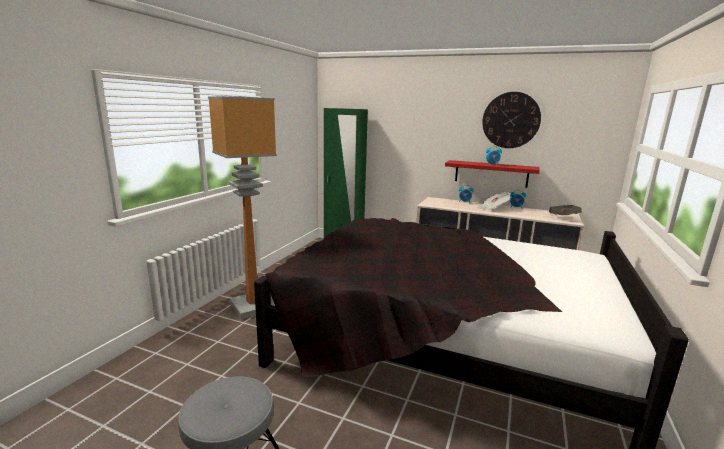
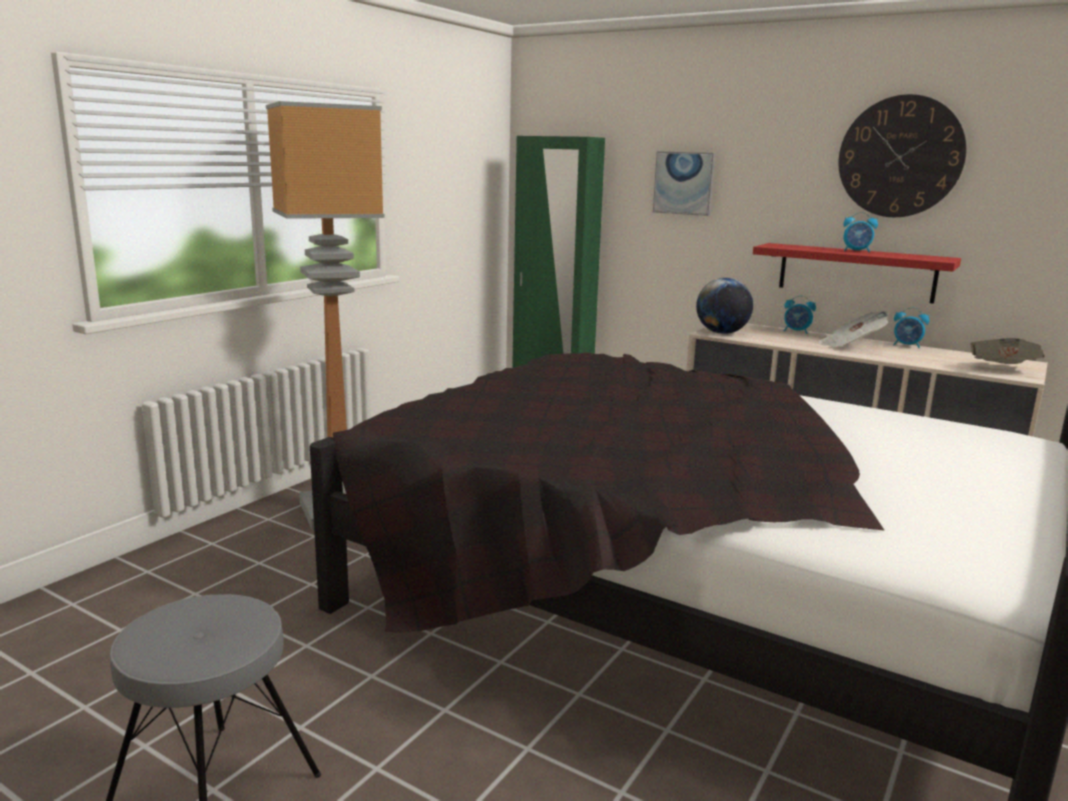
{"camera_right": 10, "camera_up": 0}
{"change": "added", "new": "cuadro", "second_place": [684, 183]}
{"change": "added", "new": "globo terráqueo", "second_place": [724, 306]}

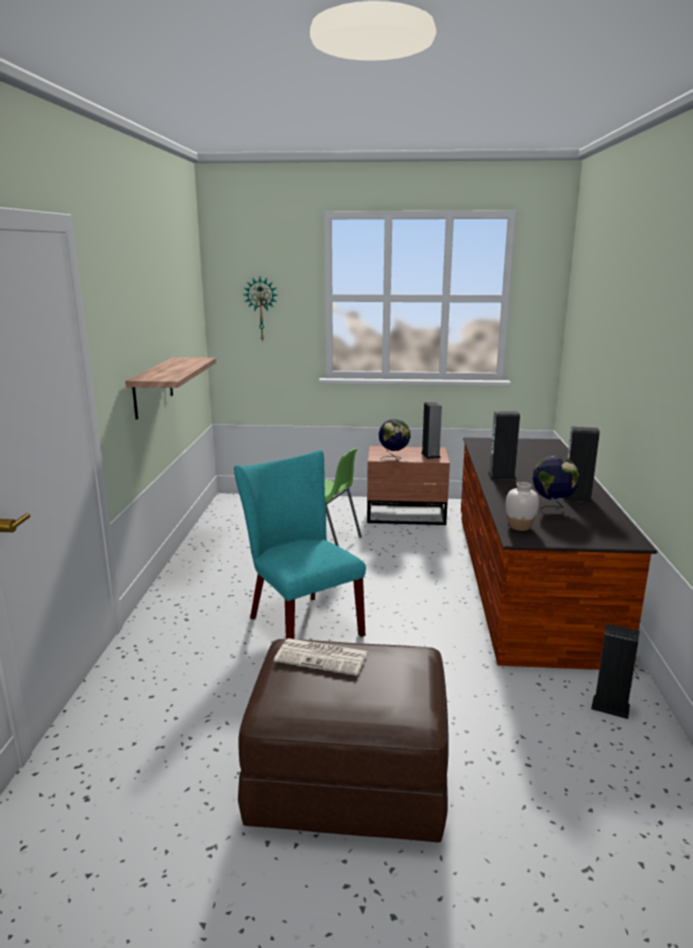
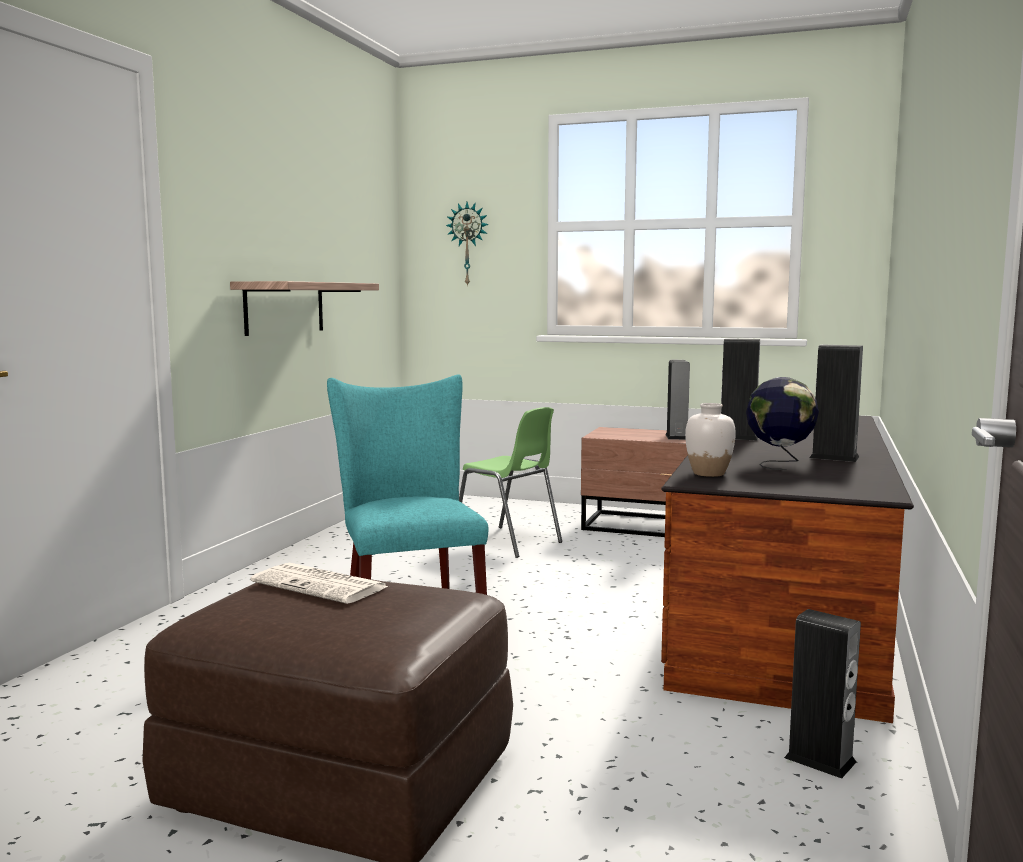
{"camera_right": 15, "camera_up": -10}
{"change": "removed", "old": "globo terráqueo", "first_place": [395, 440]}

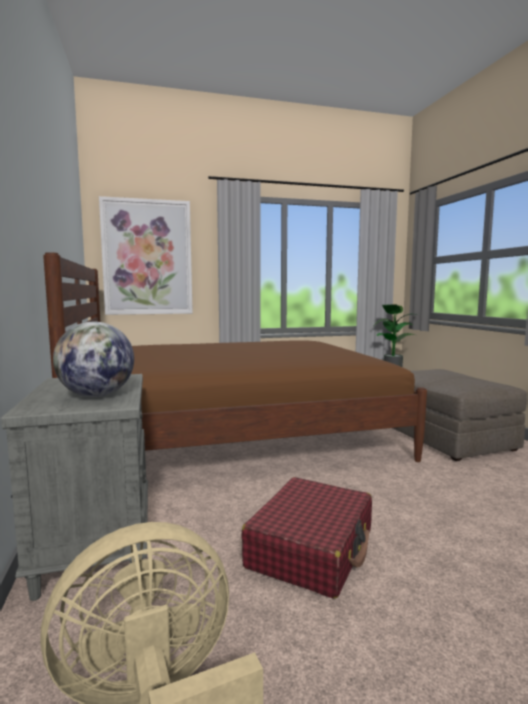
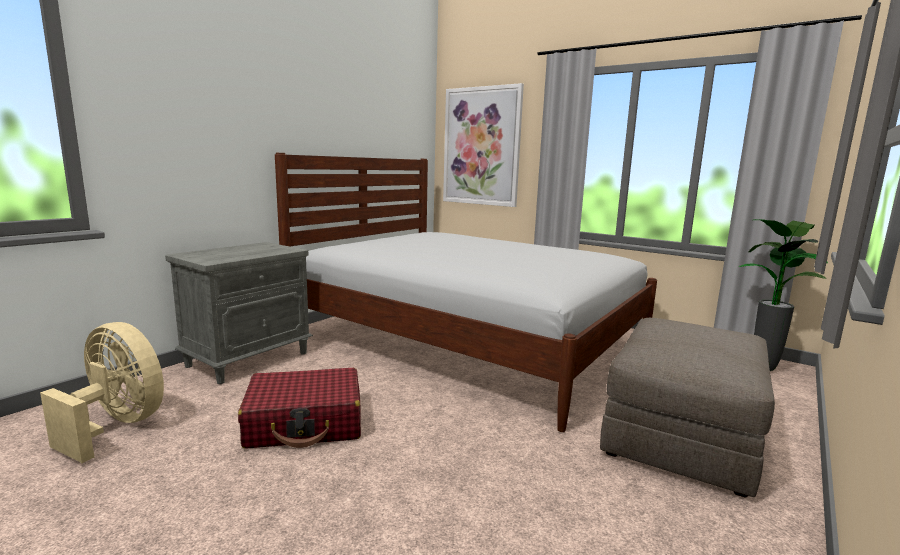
{"camera_right": 50, "camera_up": 5}
{"change": "recoloured", "old": "cama [marrón]", "new": "cama [blanco]", "first_place": [235, 357], "second_place": [466, 292]}
{"change": "removed", "old": "globo terráqueo", "first_place": [93, 359]}

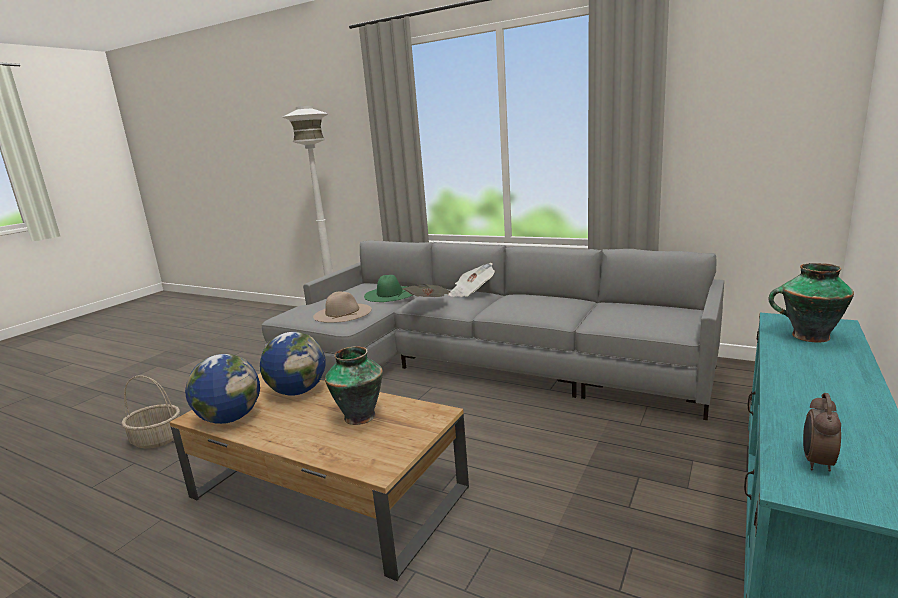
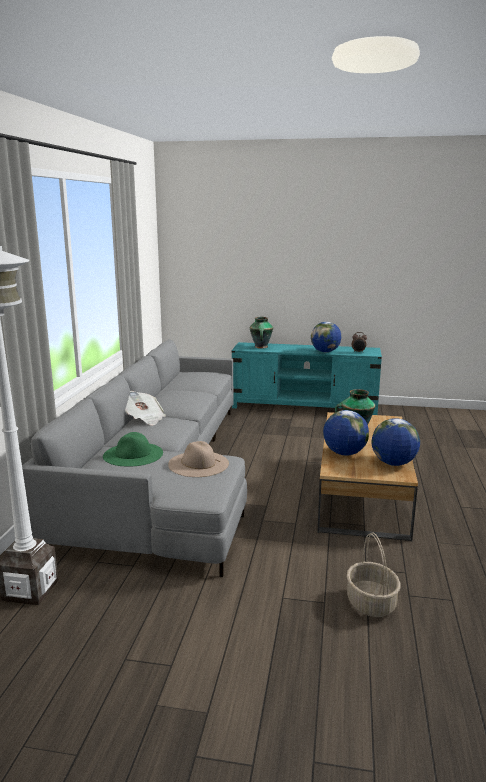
{"camera_right": -110, "camera_up": 0}
{"change": "removed", "old": "periódico", "first_place": [426, 290]}
{"change": "added", "new": "globo terráqueo", "second_place": [326, 337]}

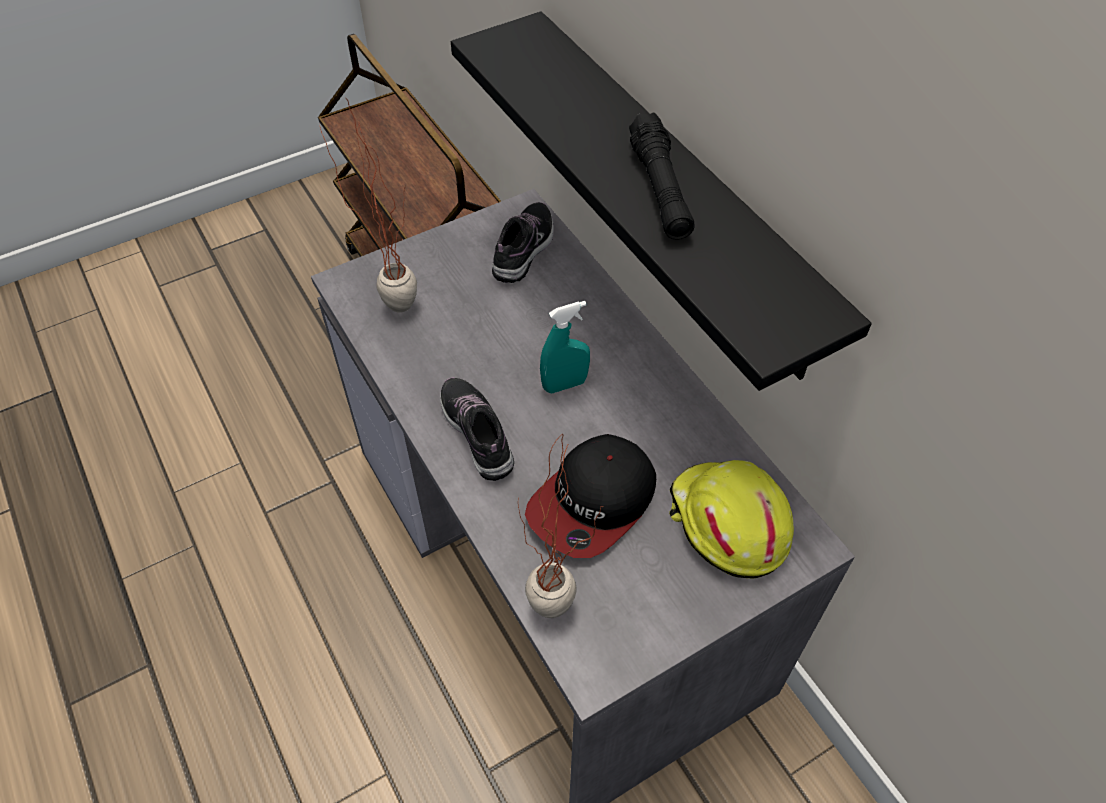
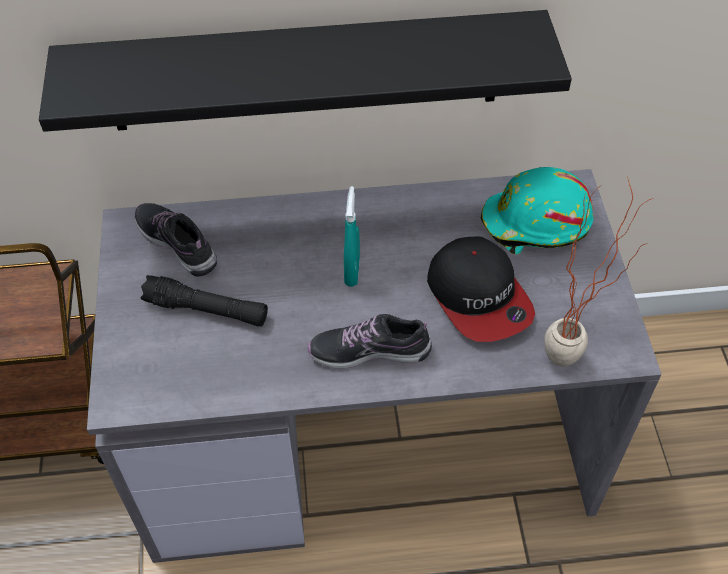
{"camera_right": -65, "camera_up": 0}
{"change": "removed", "old": "planta en maceta", "first_place": [368, 205]}
{"change": "moved", "old": "linterna [negro]", "first_place": [662, 176], "second_place": [204, 300]}
{"change": "recoloured", "old": "casco [amarillo]", "new": "casco [turquesa]", "first_place": [731, 519], "second_place": [536, 210]}

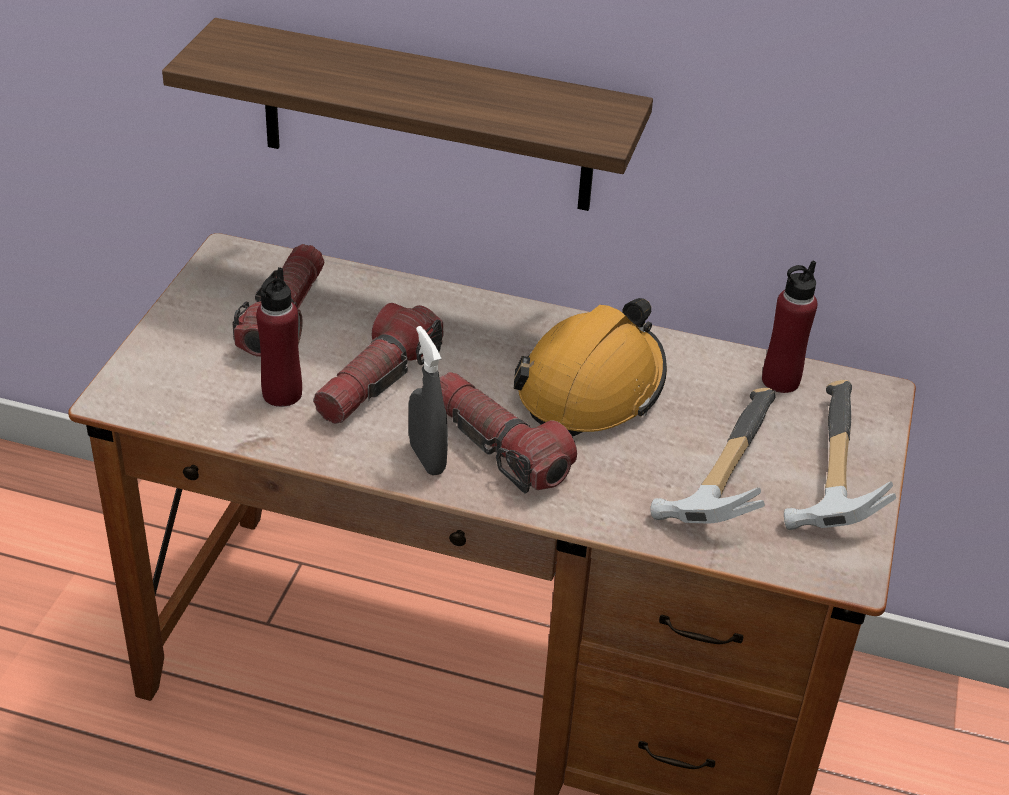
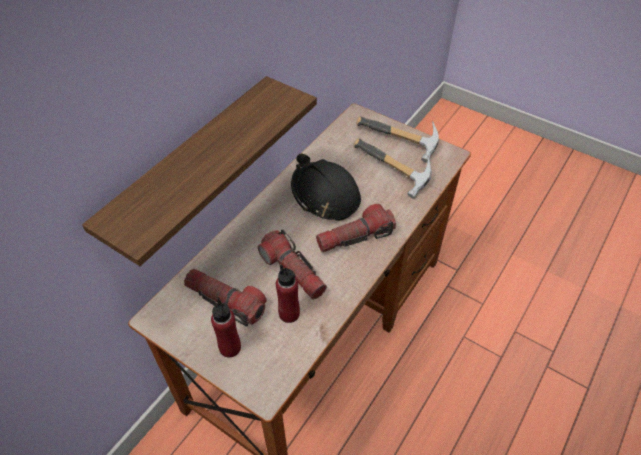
{"camera_right": -70, "camera_up": 10}
{"change": "moved", "old": "botella [rojo]", "first_place": [790, 327], "second_place": [226, 327]}
{"change": "recoloured", "old": "casco [naranja]", "new": "casco [negro]", "first_place": [590, 367], "second_place": [326, 187]}
{"change": "removed", "old": "pulverizador [gris]", "first_place": [428, 401]}

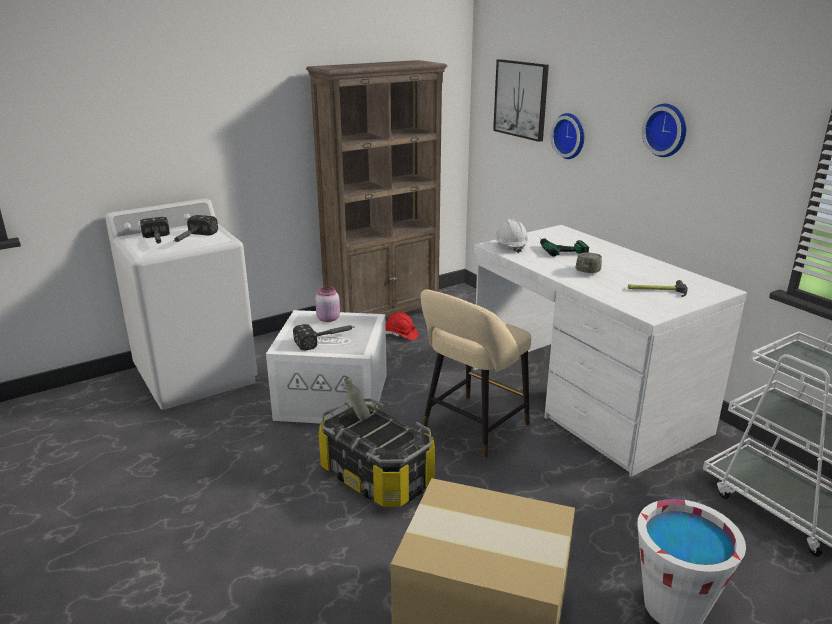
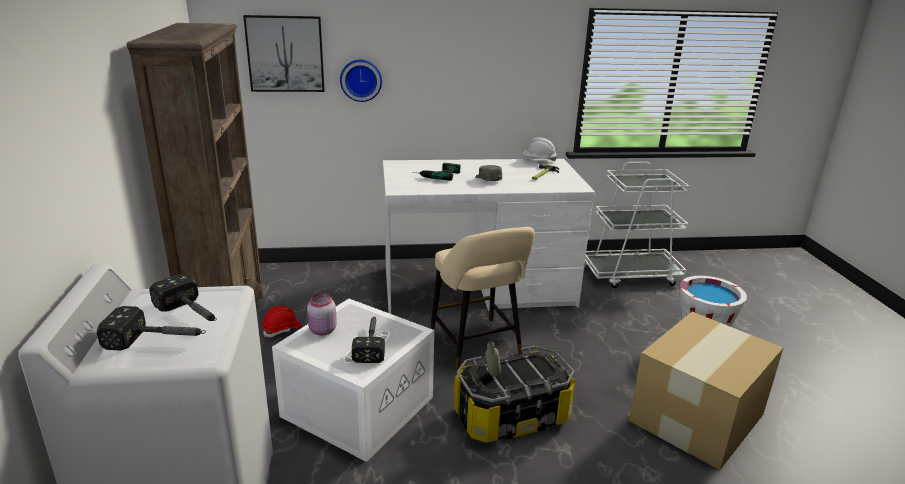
{"camera_right": -65, "camera_up": 0}
{"change": "removed", "old": "reloj de pared", "first_place": [664, 130]}
{"change": "moved", "old": "casco [blanco]", "first_place": [511, 236], "second_place": [540, 149]}

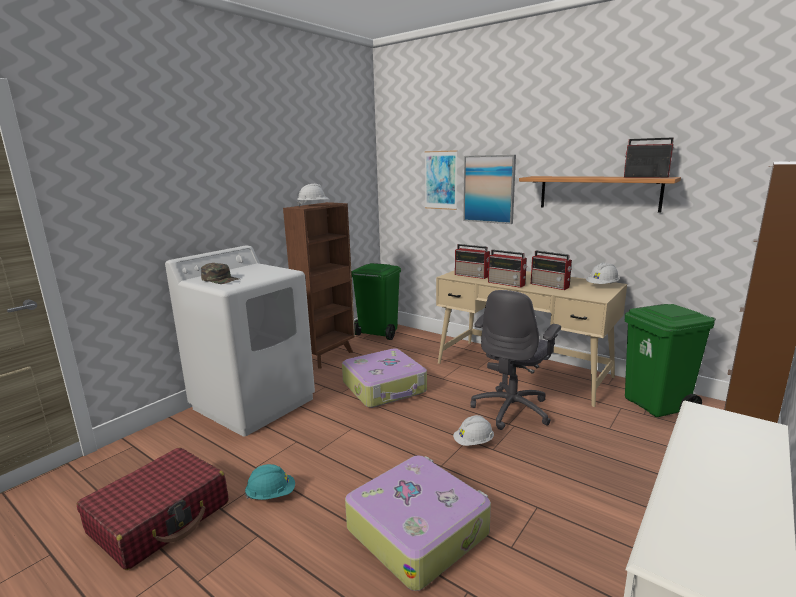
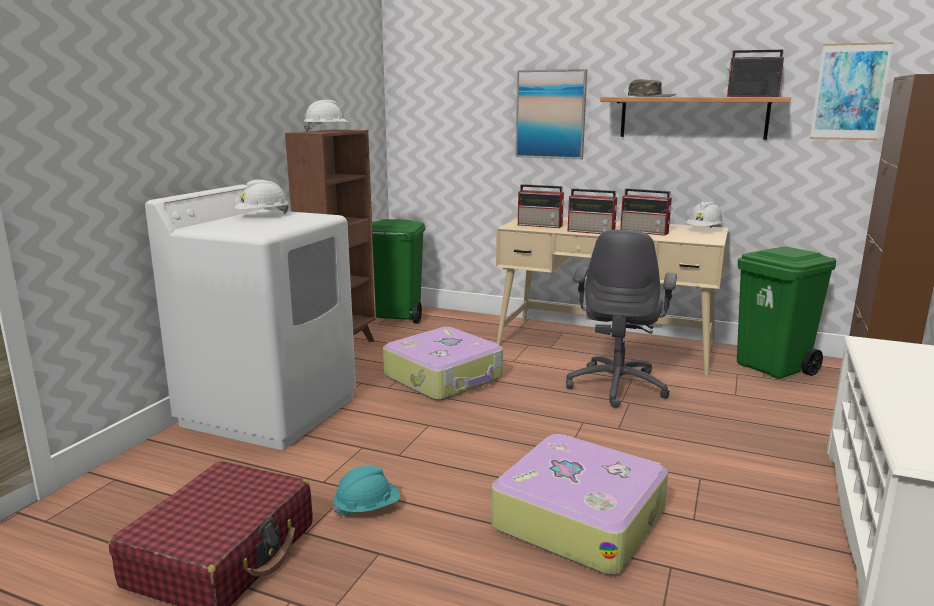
{"camera_right": -15, "camera_up": 0}
{"change": "moved", "old": "cuadro", "first_place": [441, 180], "second_place": [852, 91]}
{"change": "moved", "old": "gorra [verde]", "first_place": [220, 273], "second_place": [652, 88]}
{"change": "moved", "old": "casco [blanco]", "first_place": [473, 430], "second_place": [261, 196]}

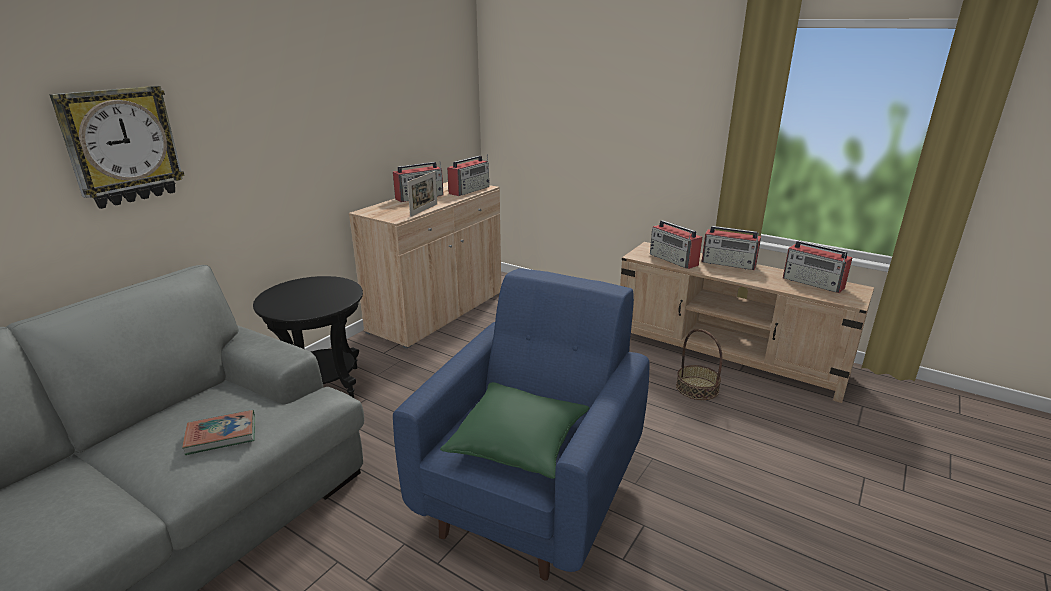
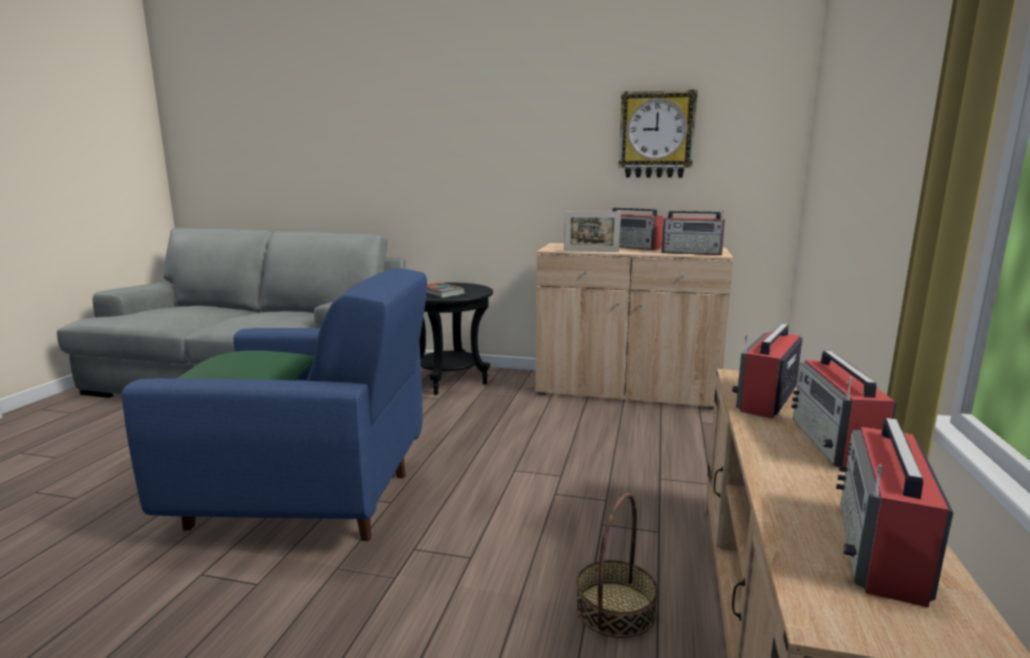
{"camera_right": 70, "camera_up": -10}
{"change": "moved", "old": "reloj de pared", "first_place": [117, 147], "second_place": [658, 133]}
{"change": "moved", "old": "libro", "first_place": [218, 432], "second_place": [446, 290]}

